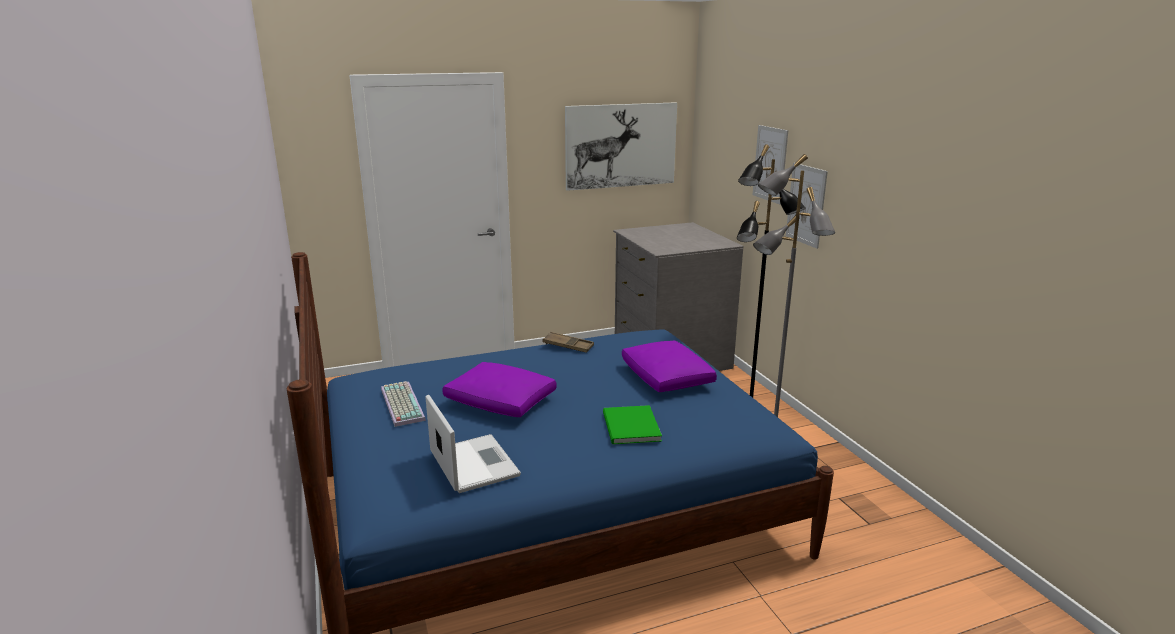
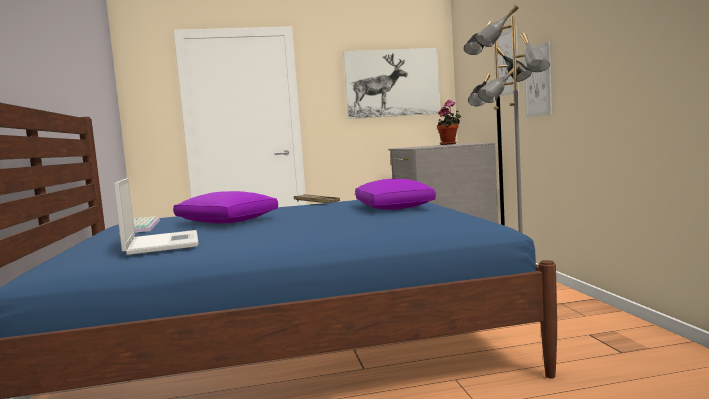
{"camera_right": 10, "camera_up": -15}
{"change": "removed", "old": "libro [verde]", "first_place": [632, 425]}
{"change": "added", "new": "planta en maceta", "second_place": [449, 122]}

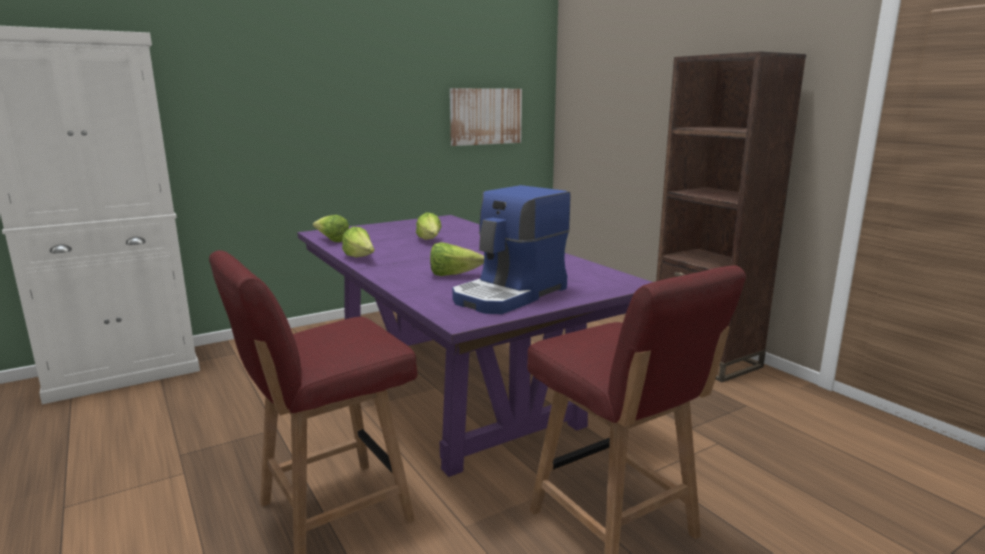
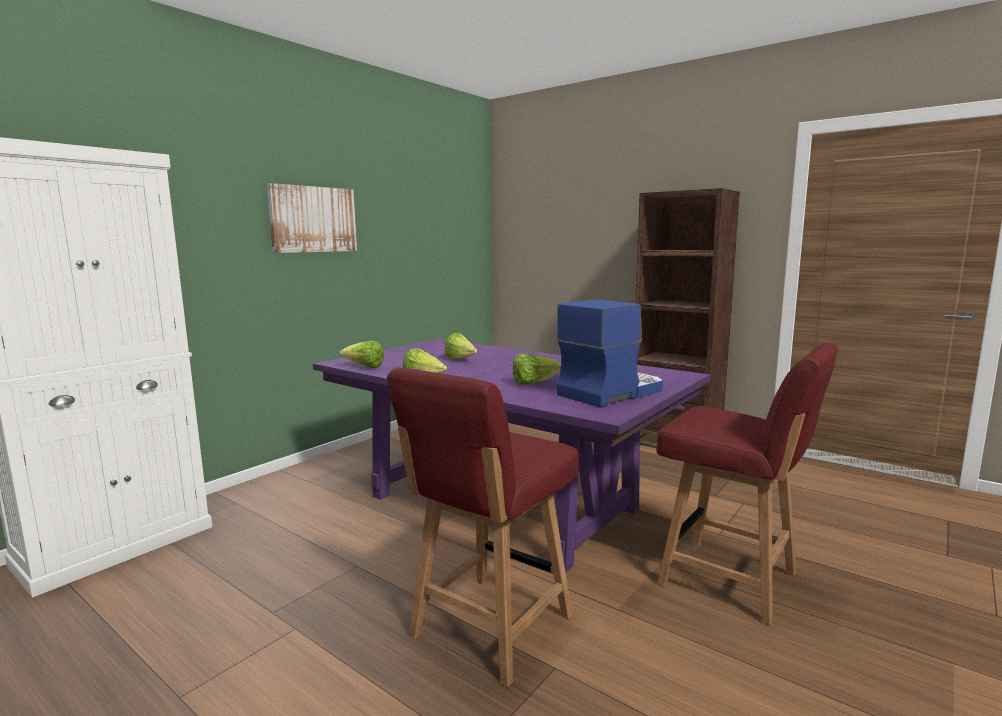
{"camera_right": -20, "camera_up": -5}
{"change": "moved", "old": "cuadro", "first_place": [486, 117], "second_place": [312, 218]}
{"change": "turned", "old": "cafetera", "first_place": [511, 249], "second_place": [610, 354], "degrees": -150}

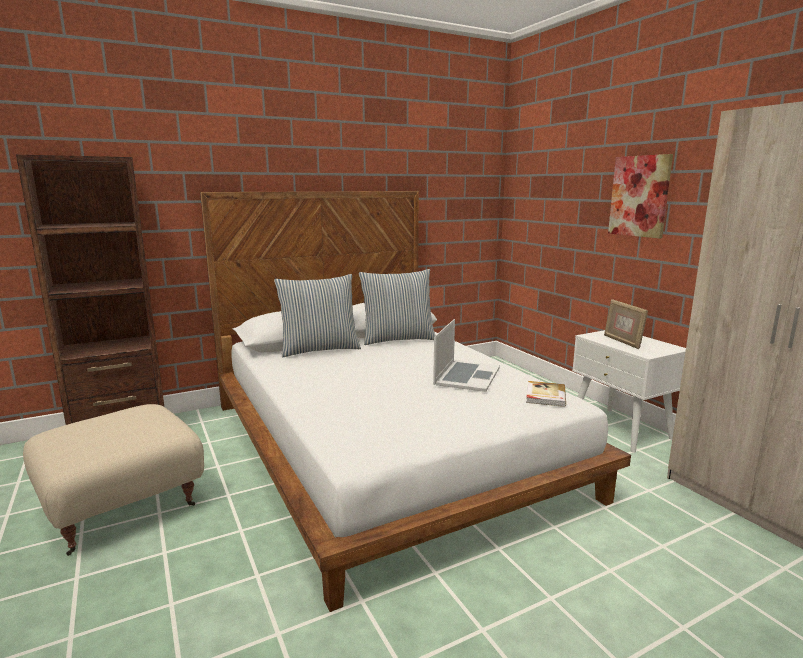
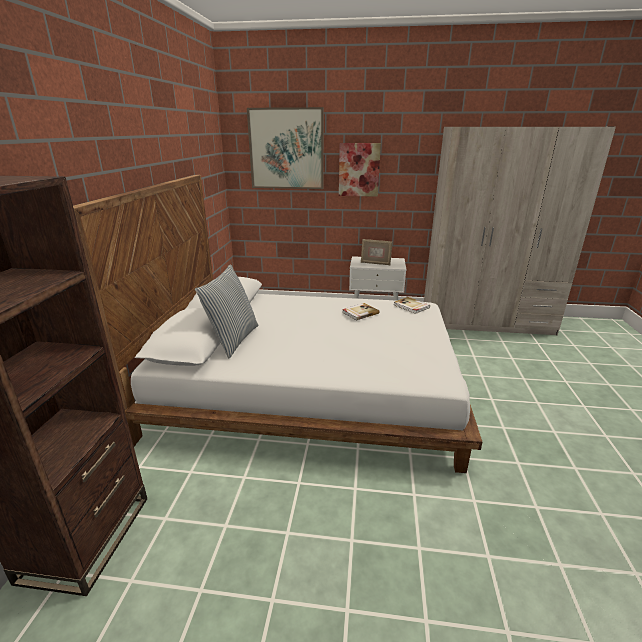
{"camera_right": -55, "camera_up": 10}
{"change": "removed", "old": "cojín", "first_place": [397, 307]}
{"change": "replaced", "old": "portátil", "new": "libro", "first_place": [466, 355], "second_place": [361, 312]}
{"change": "removed", "old": "puf [beis]", "first_place": [113, 480]}
{"change": "added", "new": "cuadro", "second_place": [285, 148]}

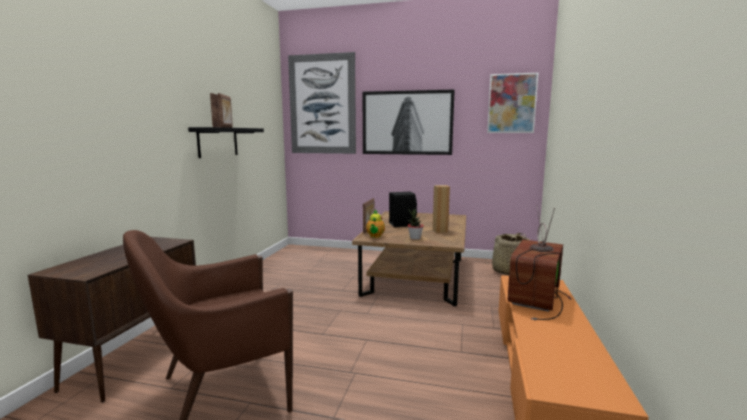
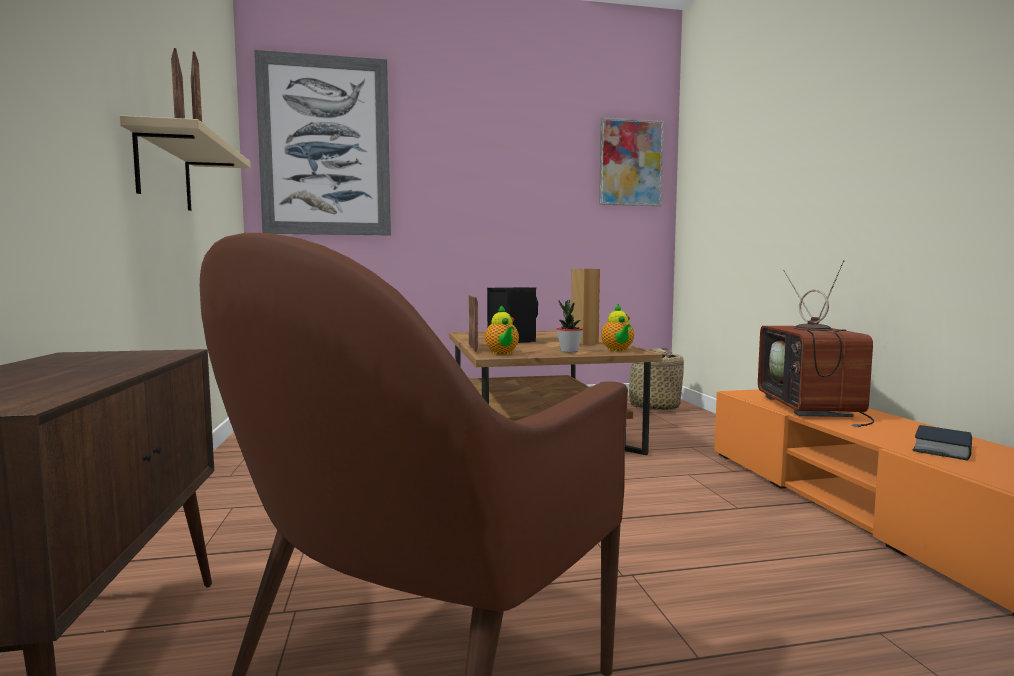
{"camera_right": -25, "camera_up": -5}
{"change": "removed", "old": "cuadro", "first_place": [409, 122]}
{"change": "recoloured", "old": "estante [negro]", "new": "estante [beis]", "first_place": [226, 142], "second_place": [185, 163]}
{"change": "added", "new": "tetera", "second_place": [617, 327]}
{"change": "added", "new": "libro", "second_place": [942, 443]}

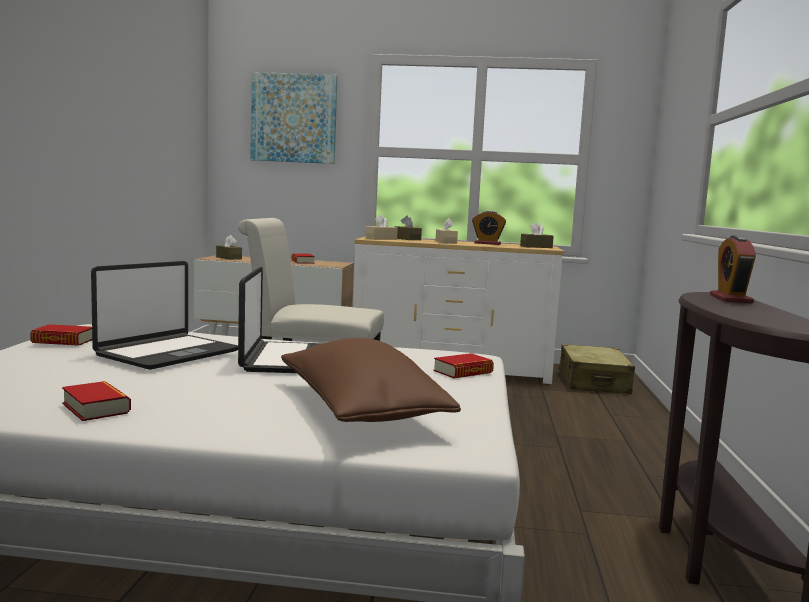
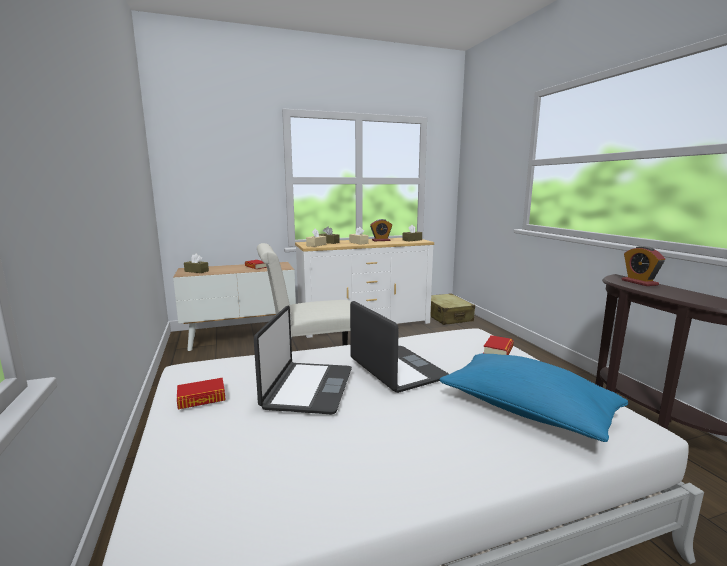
{"camera_right": -25, "camera_up": 5}
{"change": "removed", "old": "cuadro", "first_place": [293, 118]}
{"change": "recoloured", "old": "cojín [marrón]", "new": "cojín [azul]", "first_place": [371, 380], "second_place": [533, 397]}
{"change": "removed", "old": "libro", "first_place": [96, 401]}

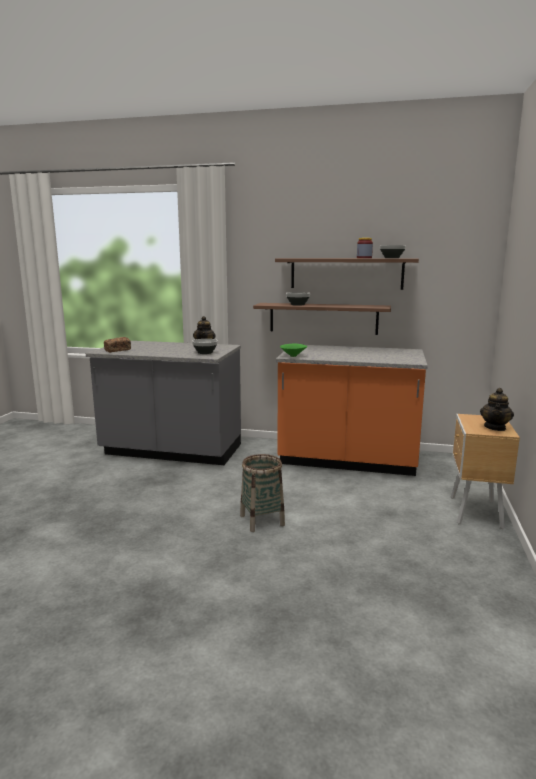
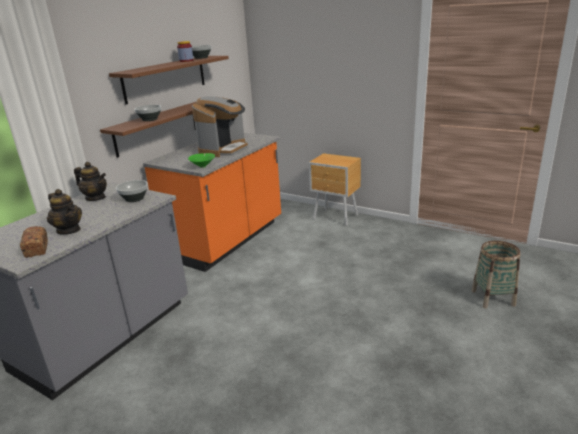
{"camera_right": -70, "camera_up": 10}
{"change": "moved", "old": "tetera", "first_place": [497, 409], "second_place": [64, 212]}
{"change": "moved", "old": "cesta", "first_place": [262, 493], "second_place": [496, 275]}
{"change": "added", "new": "cafetera", "second_place": [220, 126]}

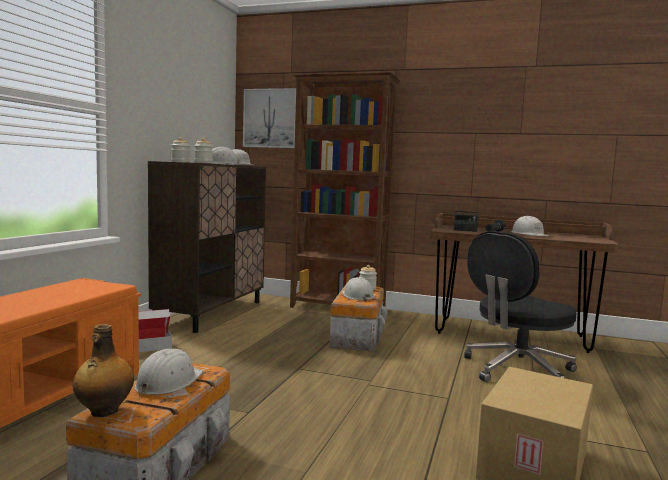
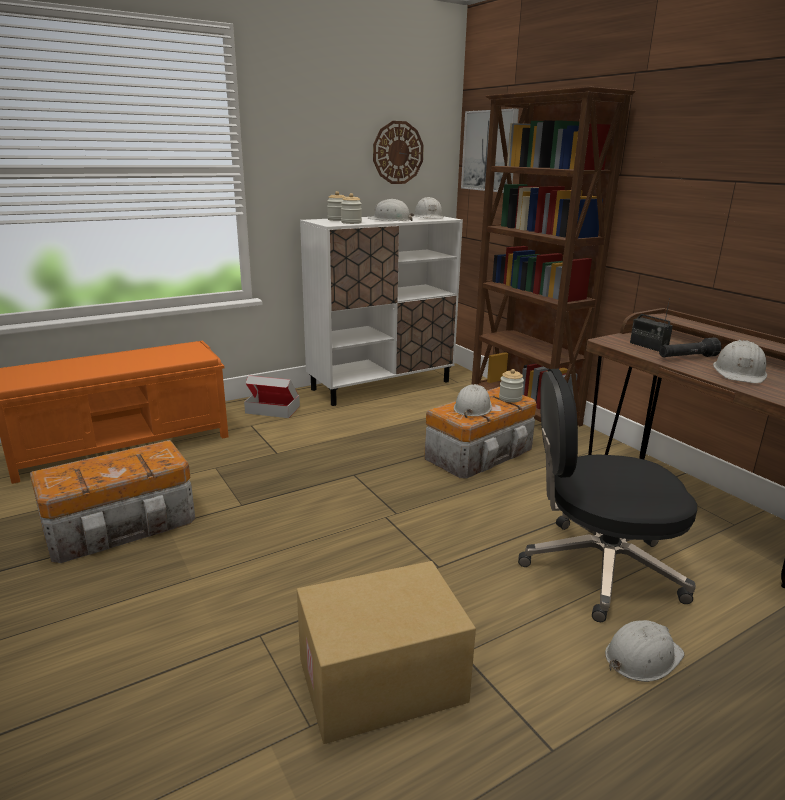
{"camera_right": 40, "camera_up": 15}
{"change": "recoloured", "old": "armario [marrón]", "new": "armario [blanco]", "first_place": [207, 247], "second_place": [381, 311]}
{"change": "removed", "old": "botella", "first_place": [103, 370]}
{"change": "moved", "old": "casco [blanco]", "first_place": [168, 372], "second_place": [645, 651]}
{"change": "added", "new": "reloj de pared", "second_place": [398, 152]}

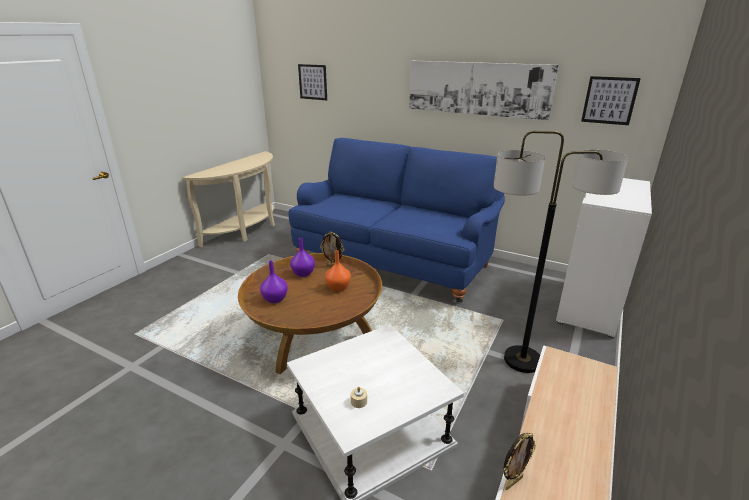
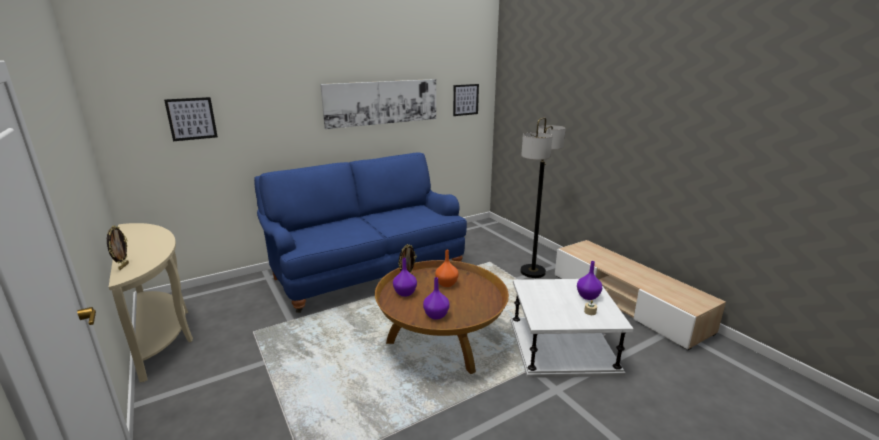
{"camera_right": -60, "camera_up": -5}
{"change": "removed", "old": "armario [blanco]", "first_place": [604, 258]}
{"change": "moved", "old": "portarretratos", "first_place": [519, 461], "second_place": [118, 247]}
{"change": "added", "new": "florero [morado]", "second_place": [589, 280]}

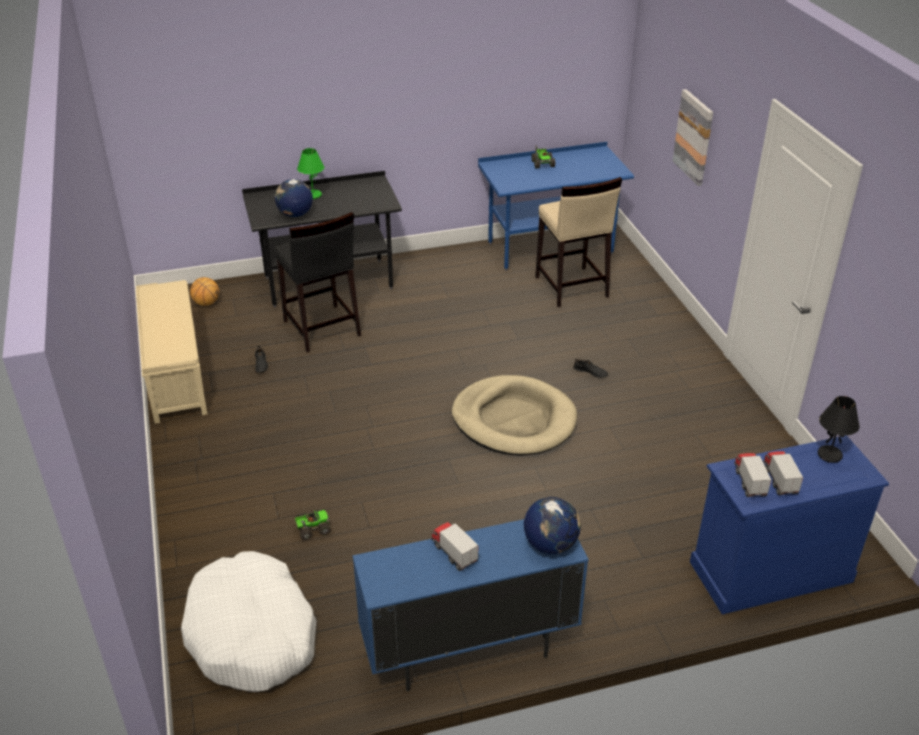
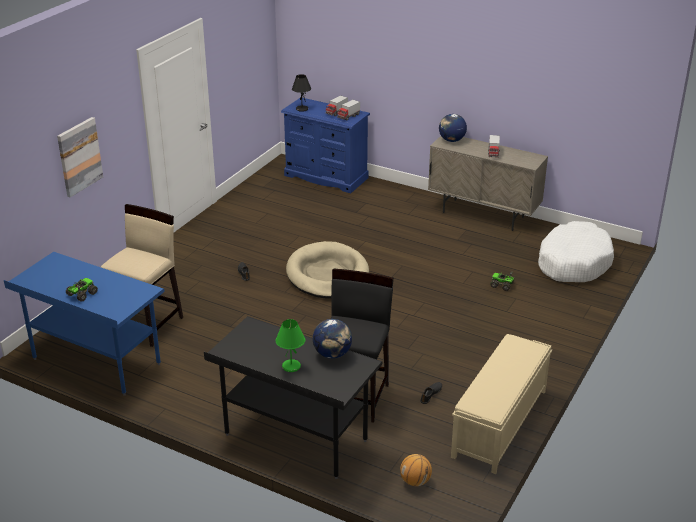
{"camera_right": -135, "camera_up": -5}
{"change": "recoloured", "old": "armario [azul]", "new": "armario [beis]", "first_place": [471, 605], "second_place": [488, 183]}

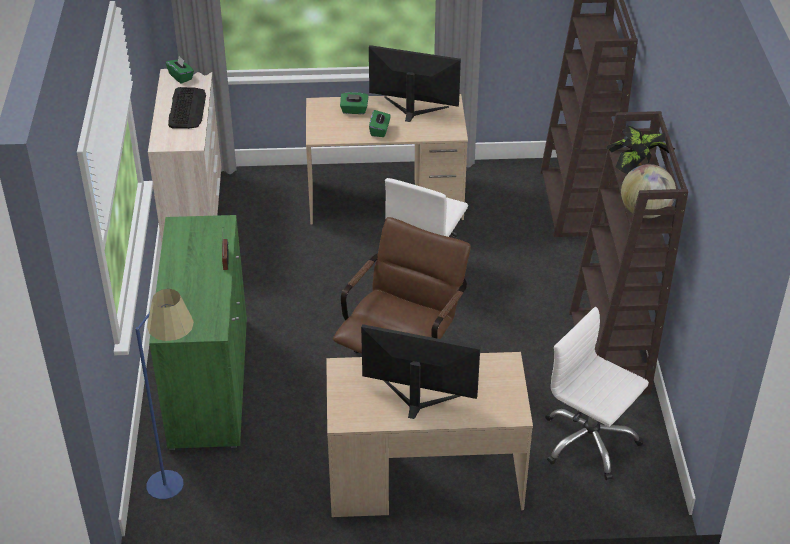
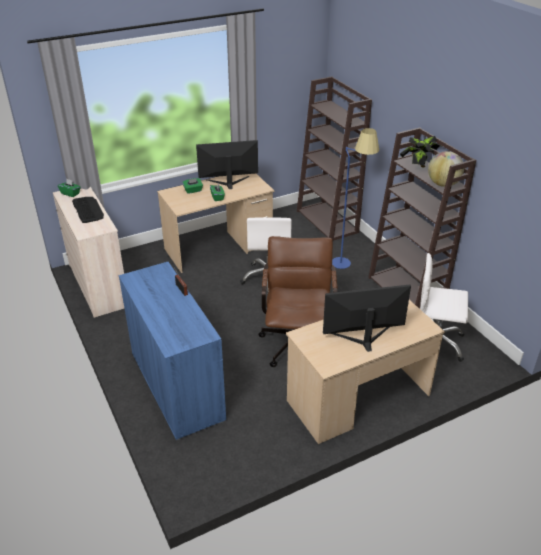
{"camera_right": -25, "camera_up": -5}
{"change": "recoloured", "old": "armario [verde]", "new": "armario [azul]", "first_place": [198, 332], "second_place": [172, 351]}
{"change": "moved", "old": "lámpara de pie [azul]", "first_place": [164, 394], "second_place": [355, 198]}

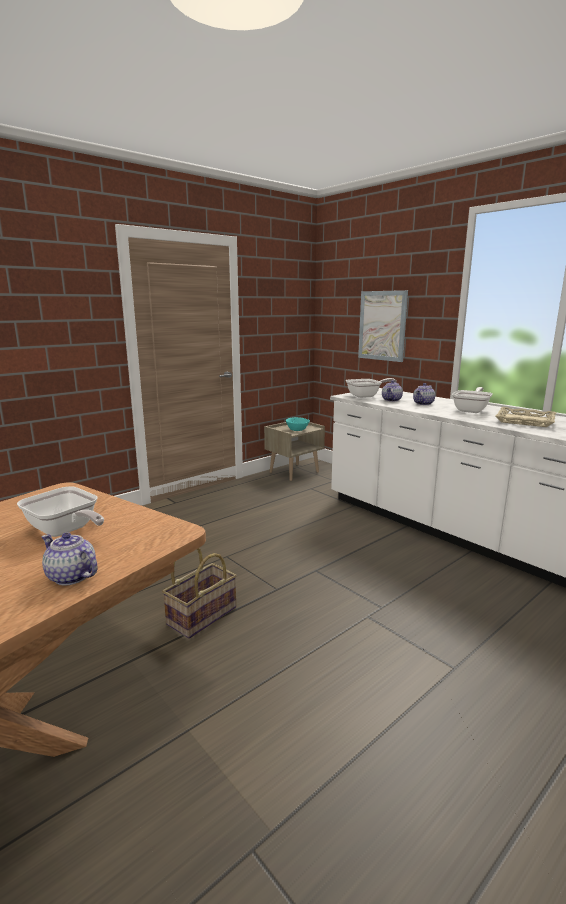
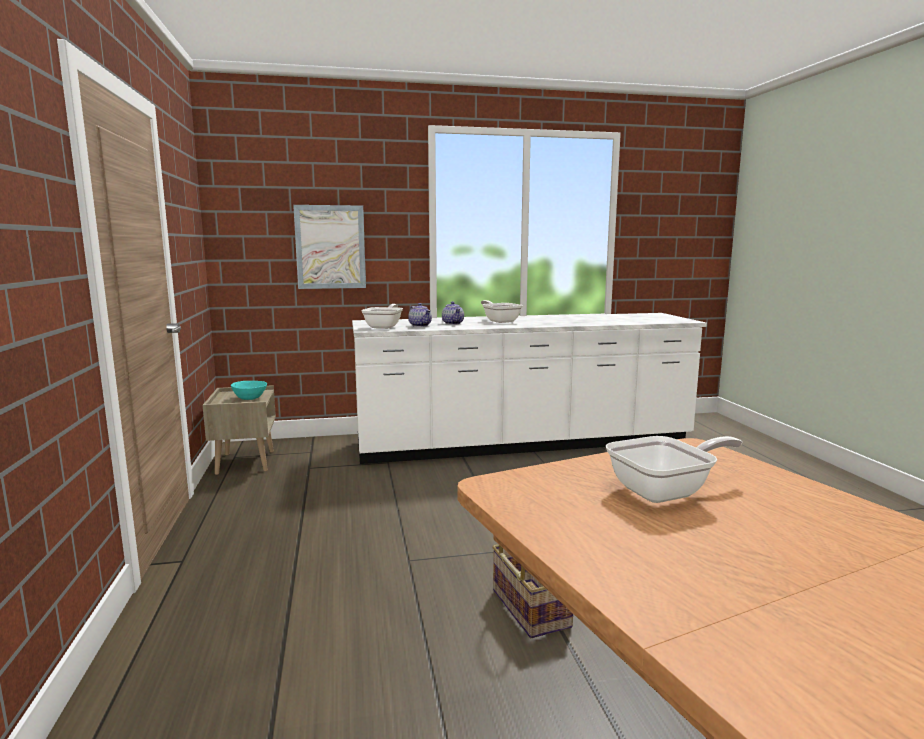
{"camera_right": -60, "camera_up": -5}
{"change": "removed", "old": "bandeja [beis]", "first_place": [525, 417]}
{"change": "removed", "old": "tetera", "first_place": [70, 559]}

